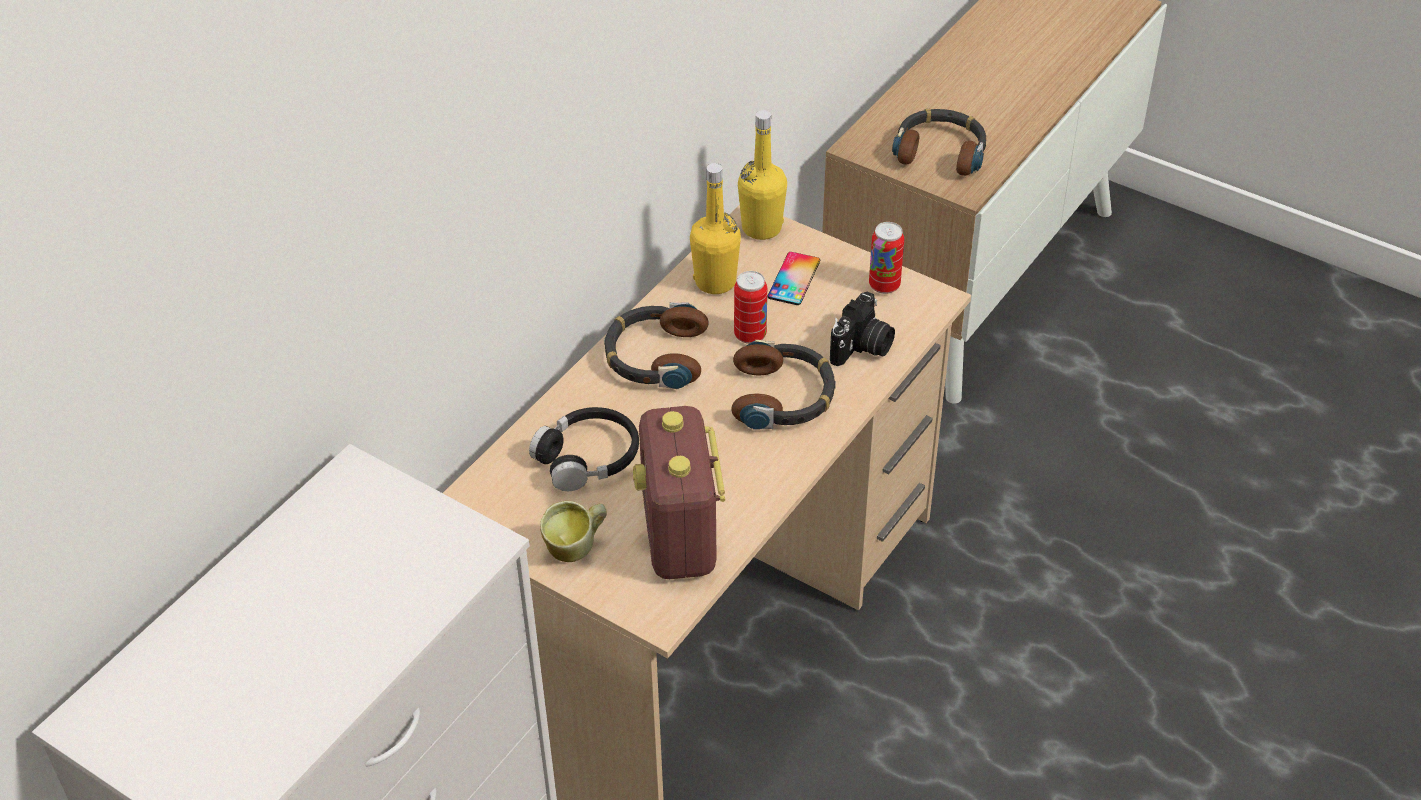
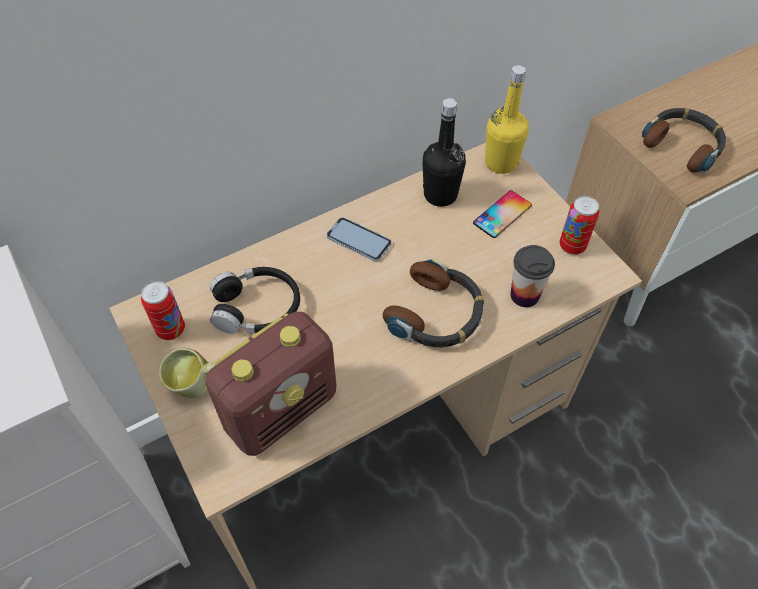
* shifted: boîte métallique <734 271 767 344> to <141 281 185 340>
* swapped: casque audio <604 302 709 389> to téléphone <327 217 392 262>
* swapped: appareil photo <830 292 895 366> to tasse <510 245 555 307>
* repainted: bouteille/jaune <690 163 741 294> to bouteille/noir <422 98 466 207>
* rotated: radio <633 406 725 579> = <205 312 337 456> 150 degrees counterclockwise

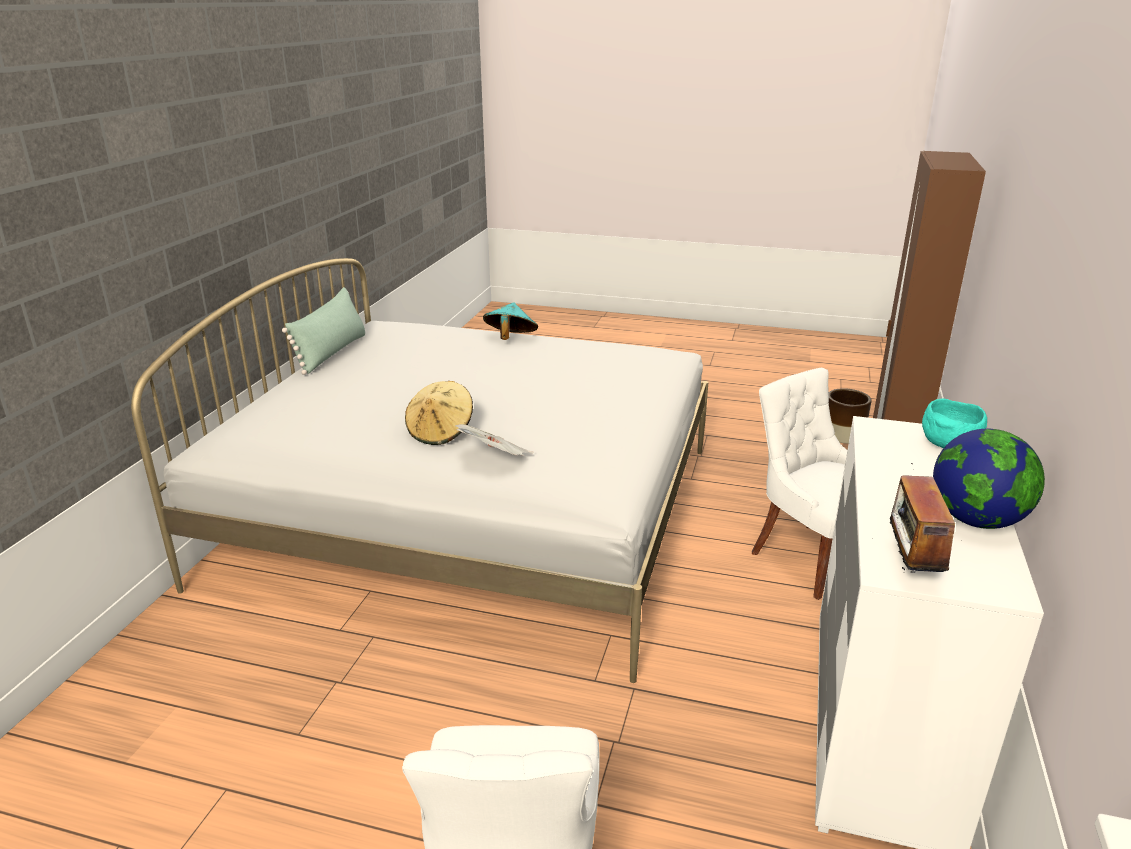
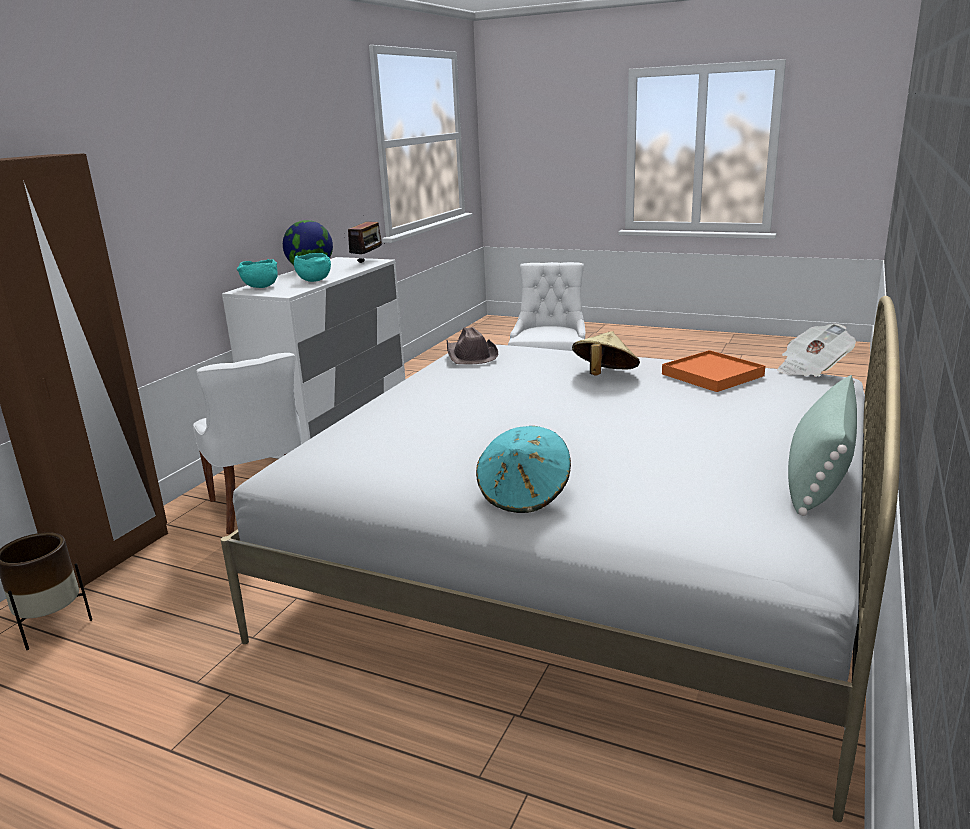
* new: bol/turquoise <294 253 331 282>
* new: chapeau/marron <447 327 498 364>
* new: plateau/orange <662 350 765 392>
* shifted: journal <455 424 534 456> to <777 324 856 376>

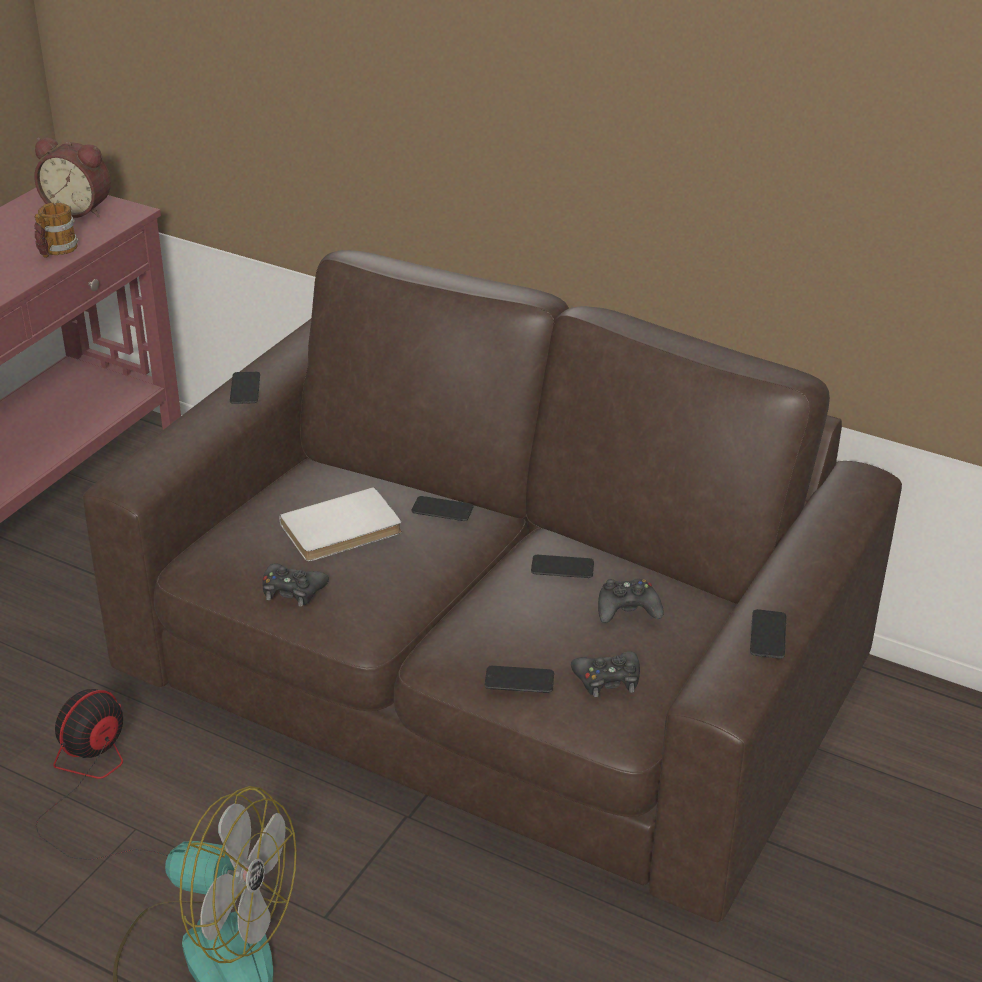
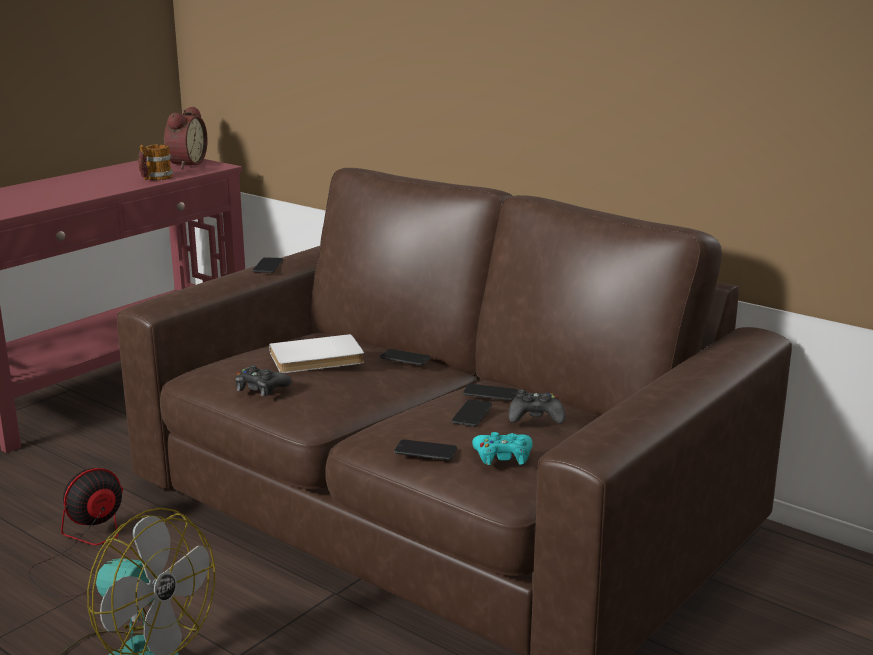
* shifted: téléphone <750 609 786 659> to <451 399 492 426>
* repainted: manette/noir <571 651 640 697> to manette/turquoise <472 432 533 465>
* rotated: réveil <34 138 111 218> = <164 106 208 169> 105 degrees counterclockwise

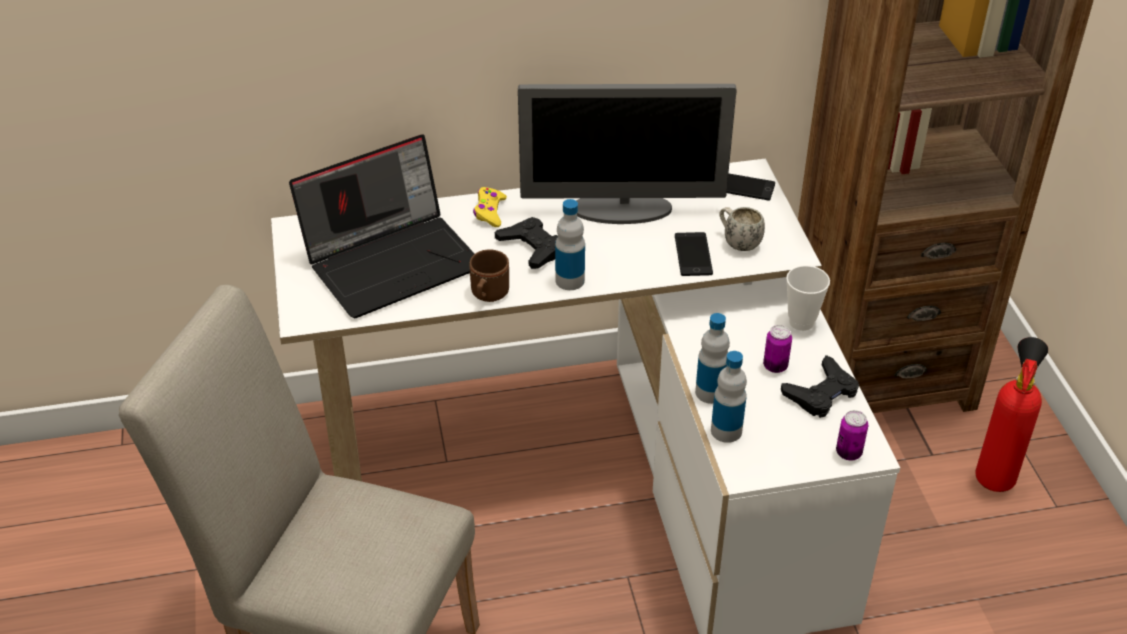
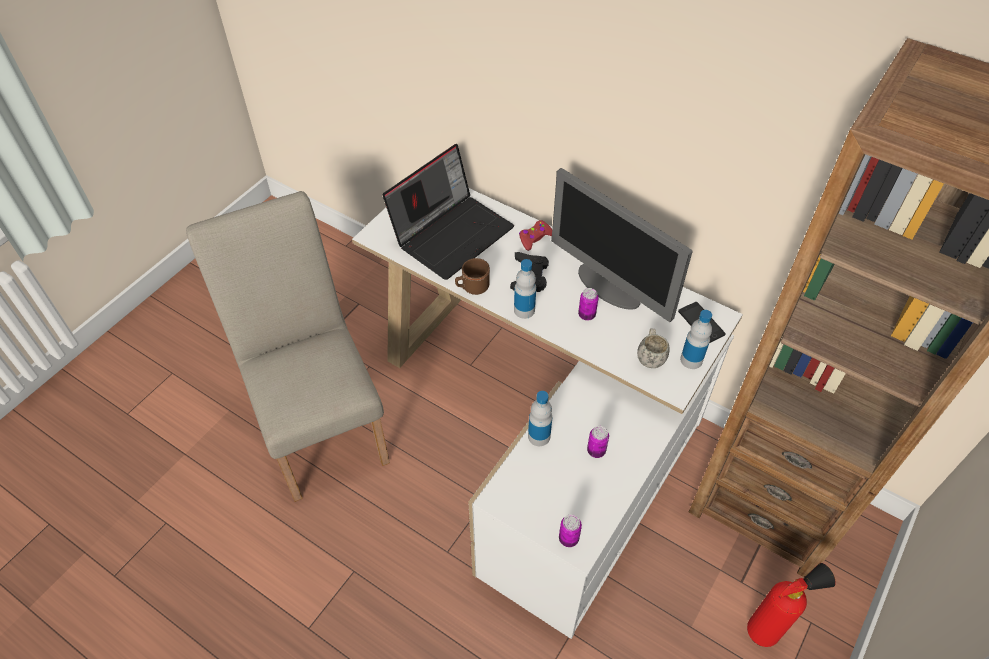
* gone: téléphone <675 232 713 276>
* gone: manette/noir <781 355 859 418>
* gone: tasse <786 265 830 331>
* new: boîte métallique <578 288 599 321>
* shifted: bouteille <711 351 747 443> to <680 310 712 369>
* repainted: manette/jaune <473 187 507 227> to manette/rouge <519 220 552 251>
* rotated: ordinateur portable <289 134 475 318> = <382 144 514 280> 60 degrees counterclockwise

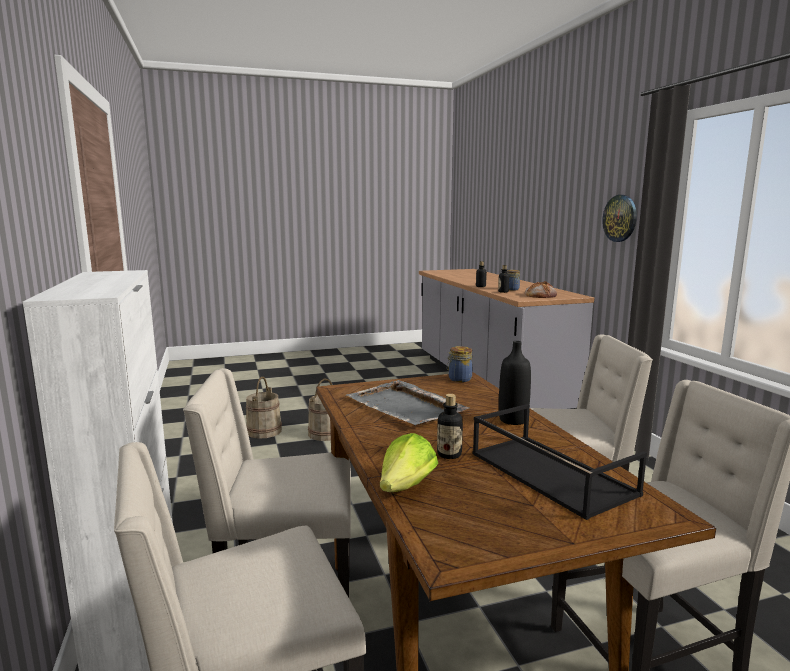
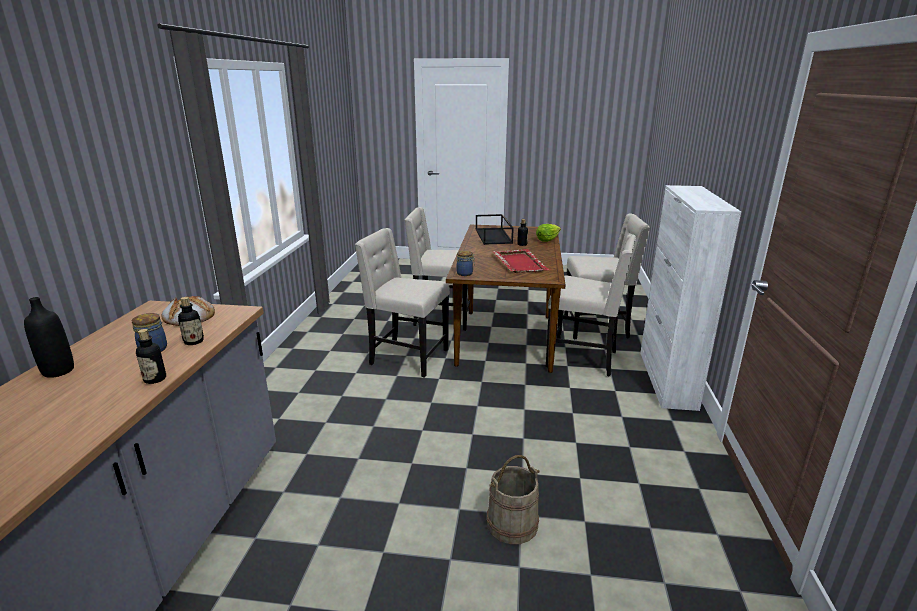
* gone: seau/beige <246 377 282 439>
* gone: horloge murale <602 195 637 242>
* shifted: bouteille/noir <499 341 531 425> to <24 297 74 378>
* repainted: plateau/gris <346 380 469 425> to plateau/rouge <492 249 550 273>

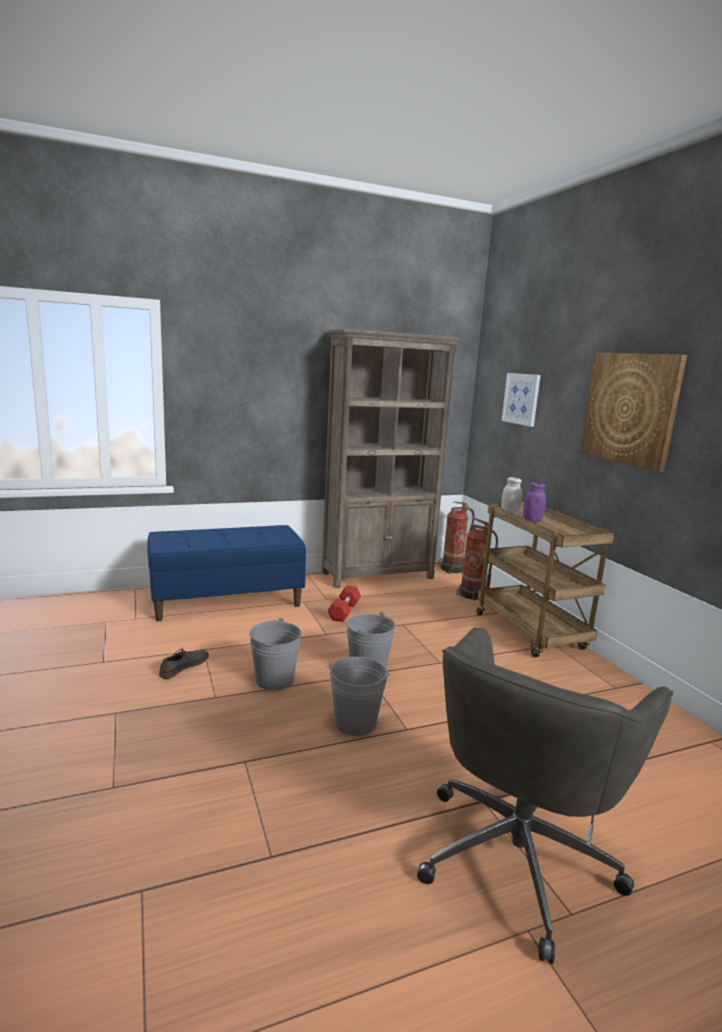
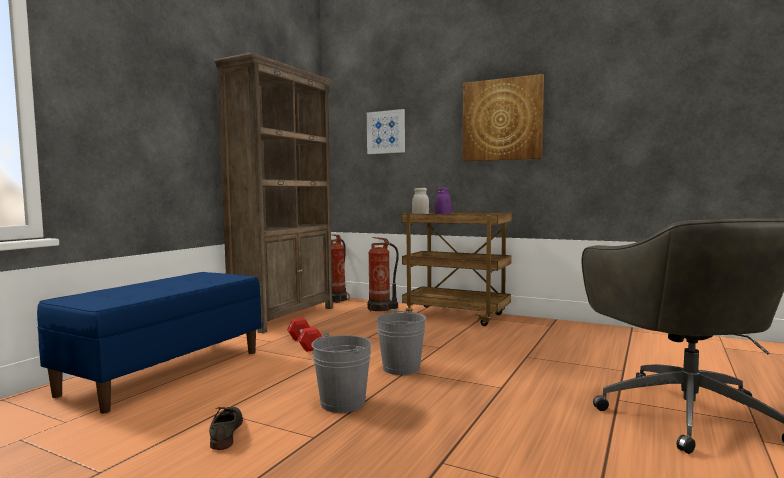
* gone: seau/gris <326 657 391 736>

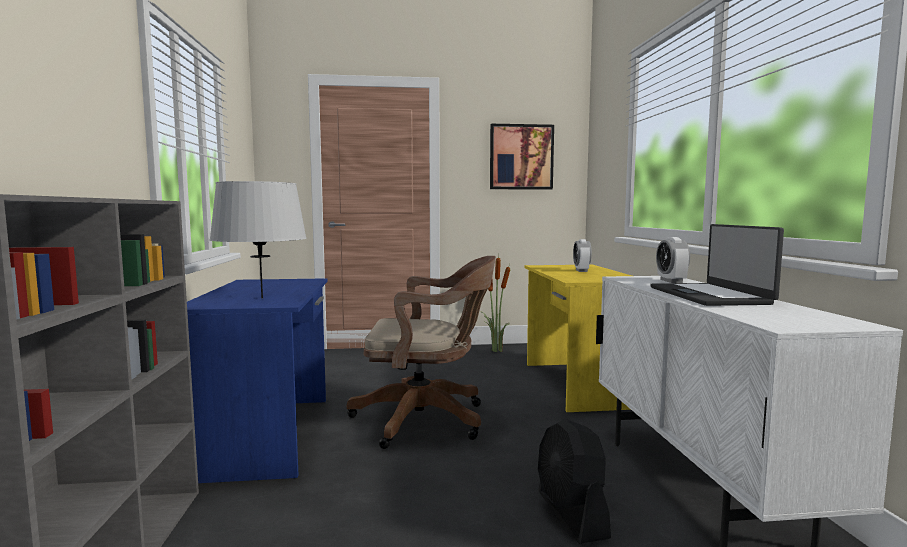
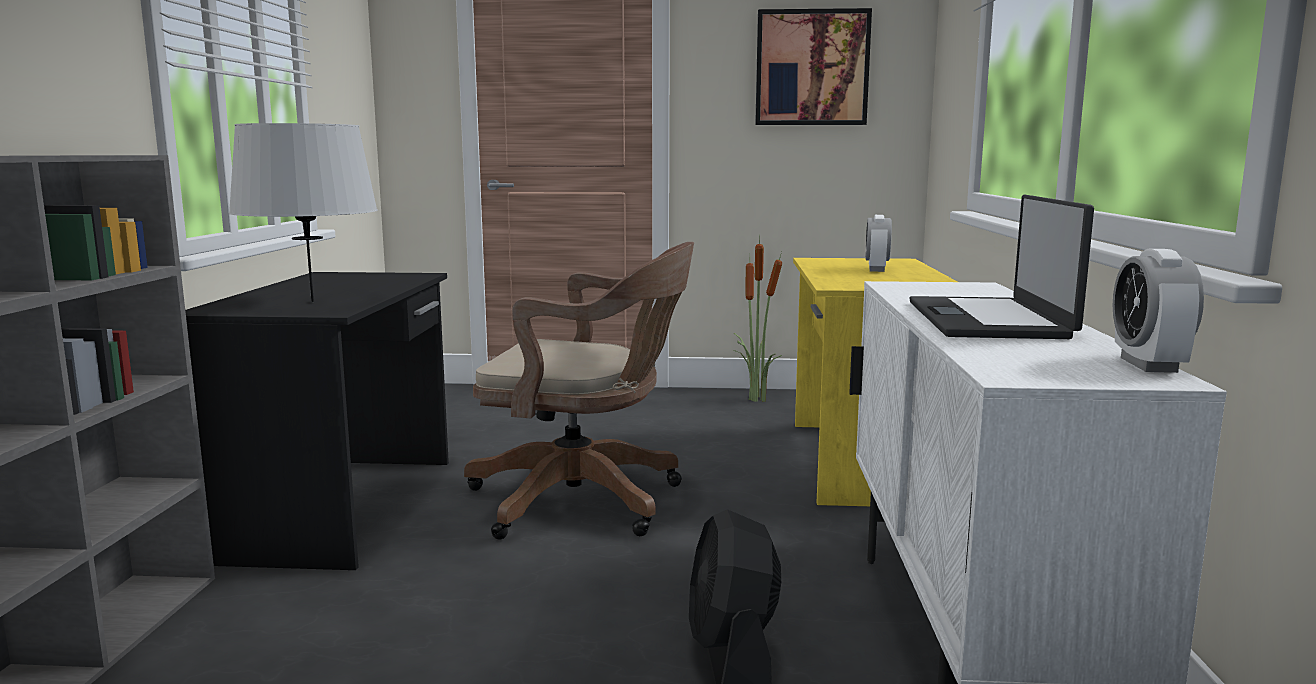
* shifted: réveil <656 237 690 283> to <1113 249 1204 373>
* repainted: bureau/bleu <187 278 328 483> to bureau/noir <185 272 449 570>

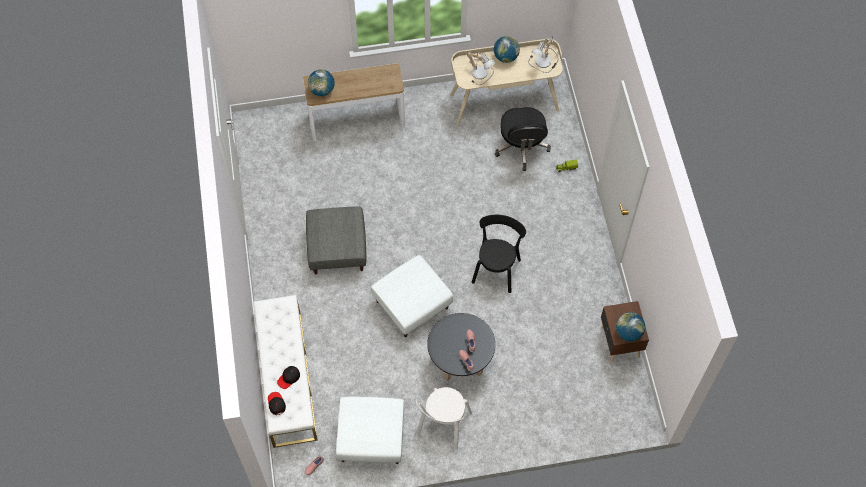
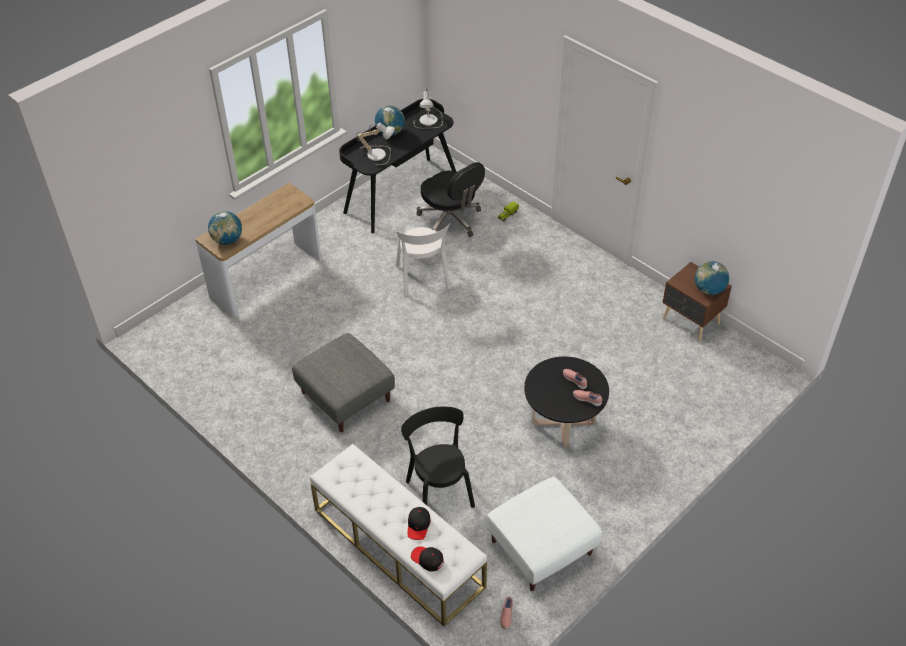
* gone: pouf/blanc <371 255 453 337>
* shifted: chaise/blanc <416 387 472 449> to <396 222 451 297>
* shifted: chaise/noir <472 215 526 293> to <401 407 475 508>
* repainted: bureau/beige <450 39 563 126> to bureau/noir <339 99 456 233>

